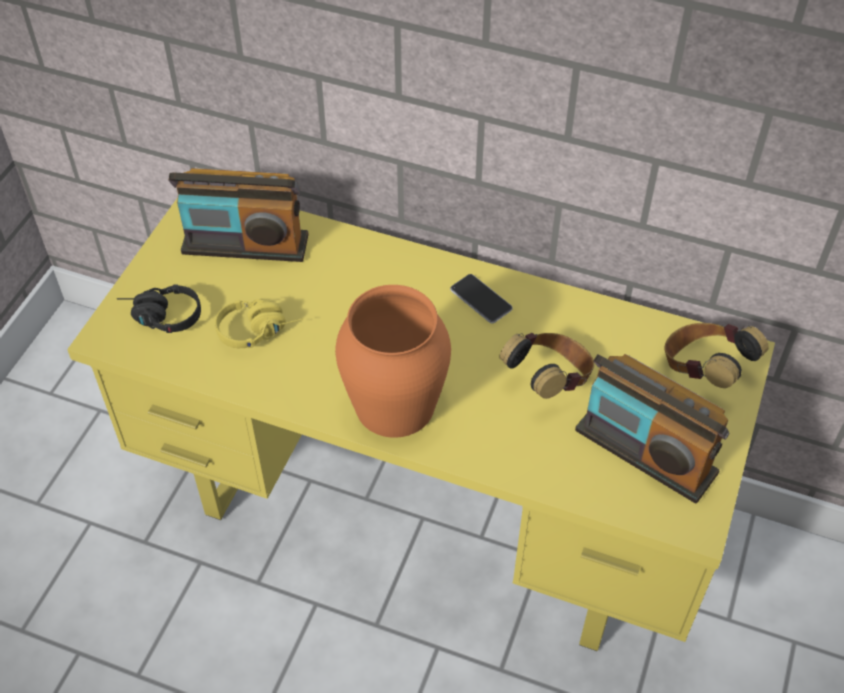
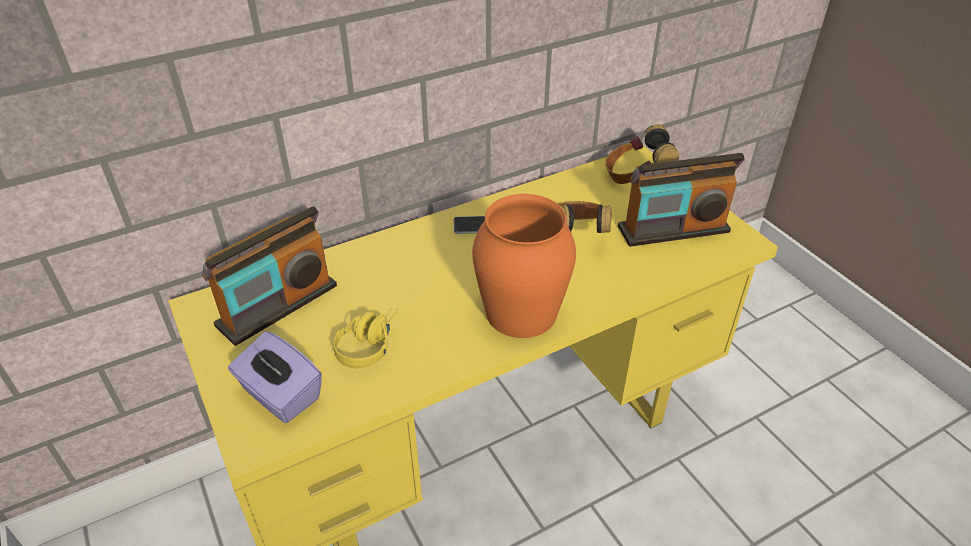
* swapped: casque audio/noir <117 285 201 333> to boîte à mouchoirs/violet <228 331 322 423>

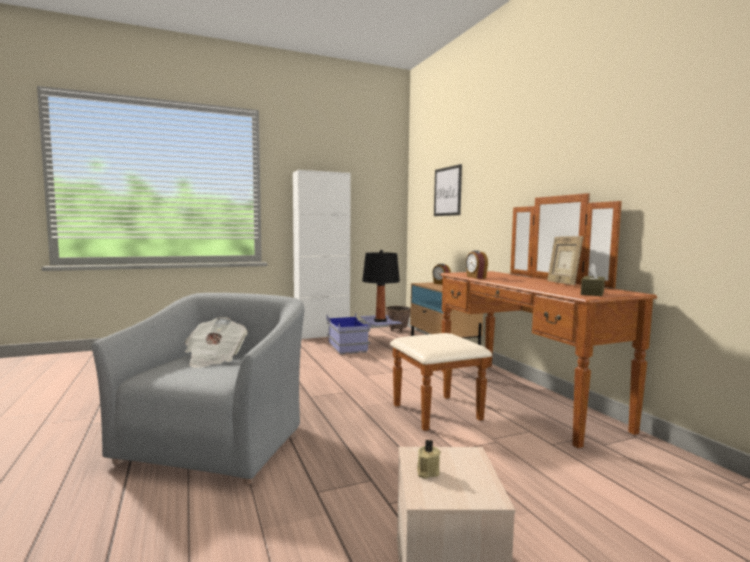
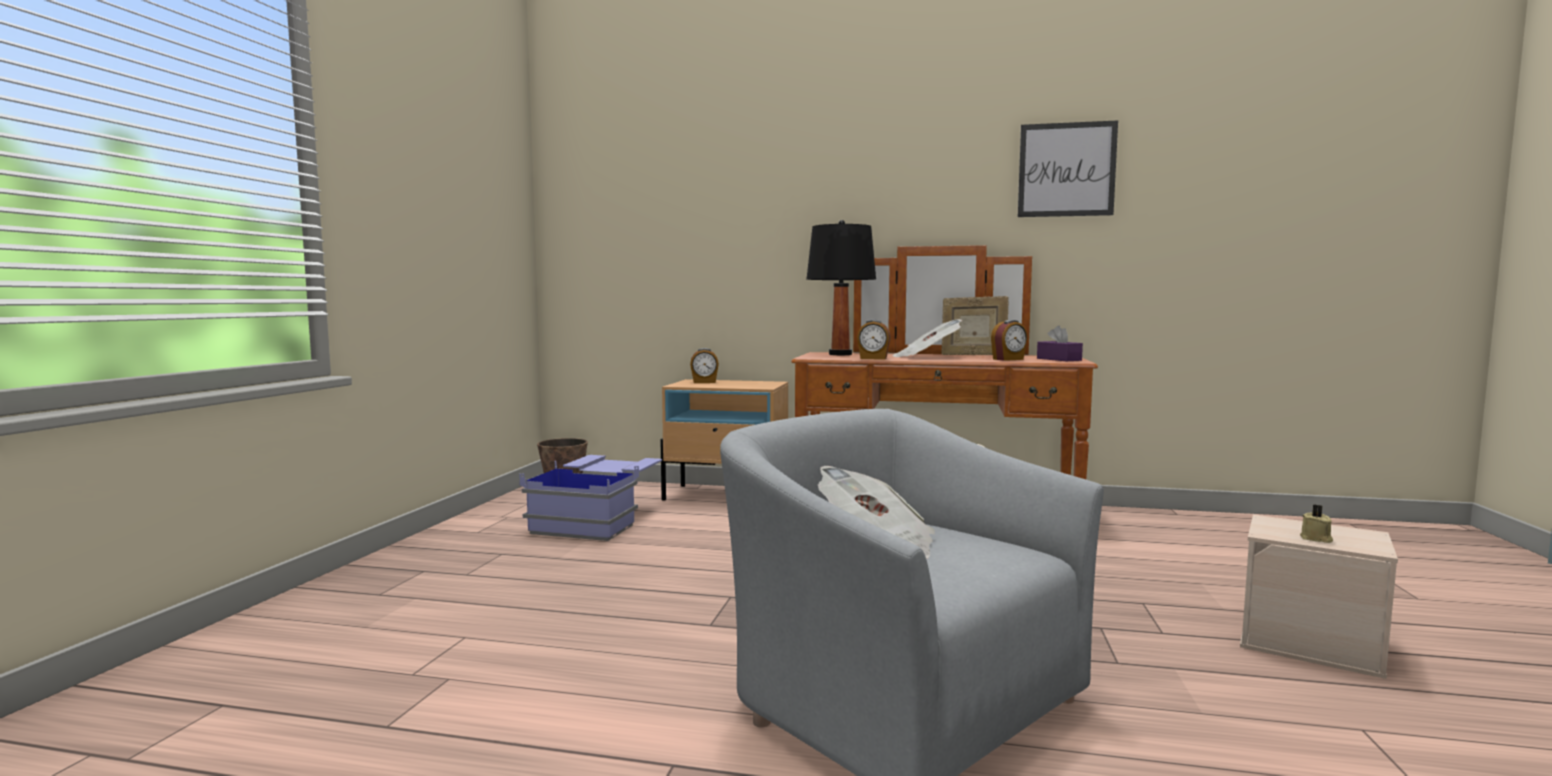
* gone: meuble de rangement/blanc <293 170 351 339>
* new: journal <893 319 963 357>
* new: réveil <991 320 1027 361>
* shifted: lampe de table/noir <362 250 400 322> to <807 220 876 355>
* shifted: tableau <434 164 462 216> to <1018 120 1118 217>
* repainted: boîte à mouchoirs/marron <581 263 605 296> to boîte à mouchoirs/violet <1037 326 1083 361>

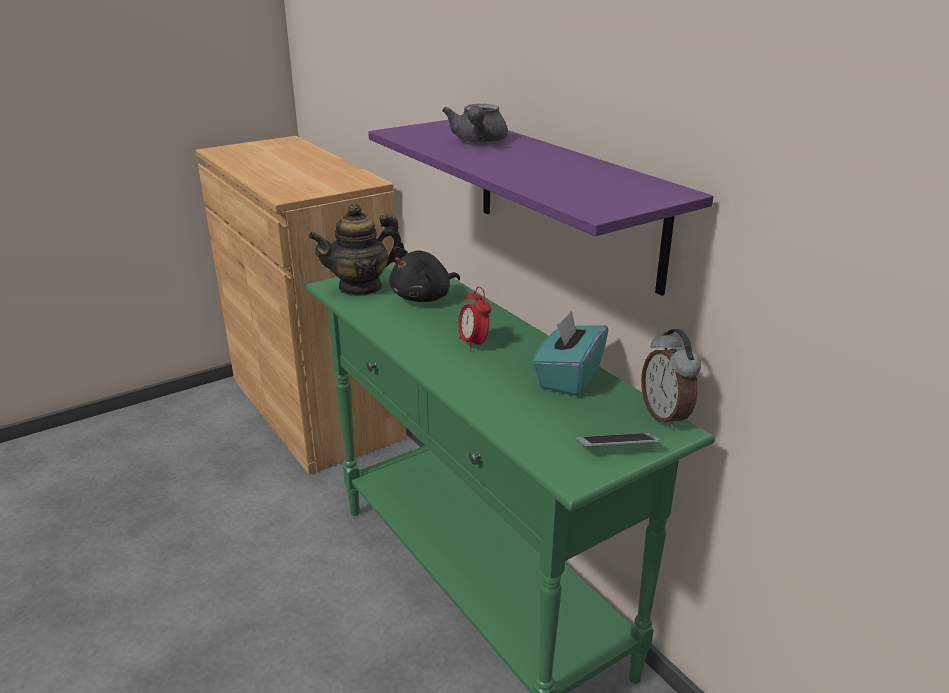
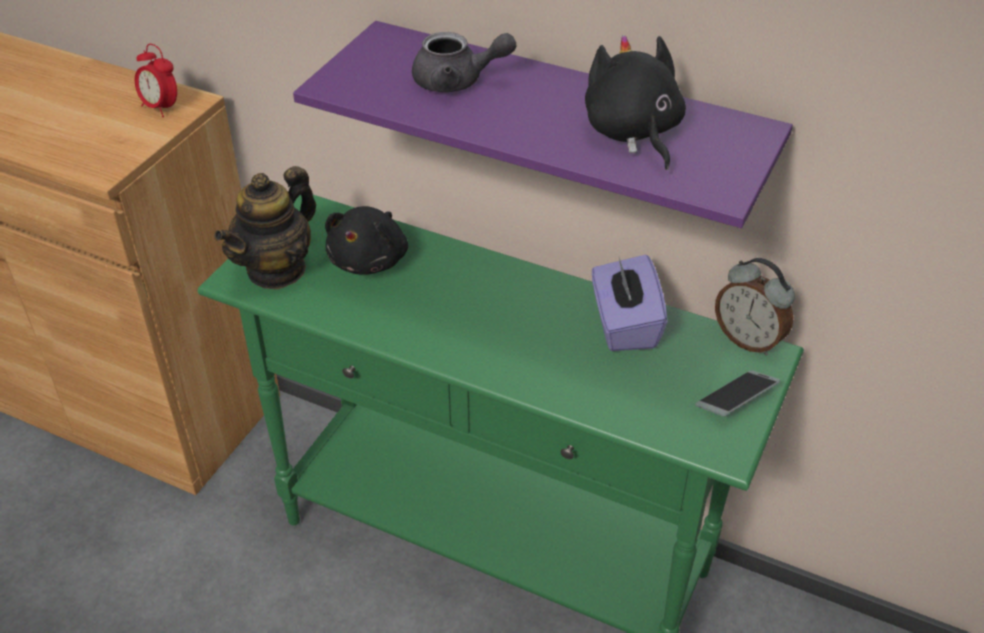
* new: peluche/noir <585 35 686 170>
* shifted: réveil <459 286 491 352> to <135 44 177 117>
* repainted: boîte à mouchoirs/turquoise <532 310 608 396> to boîte à mouchoirs/violet <592 255 668 351>
* rotated: théière/gris <442 104 508 143> = <412 32 516 92> 60 degrees counterclockwise

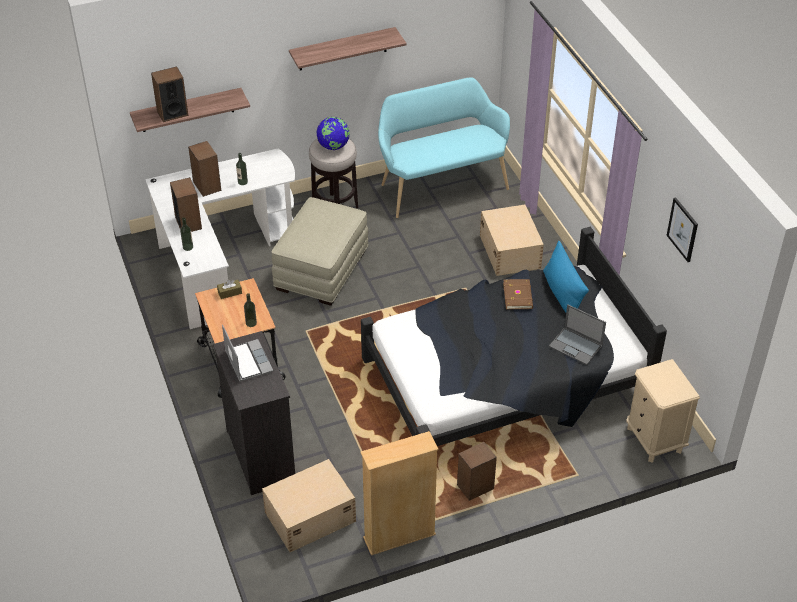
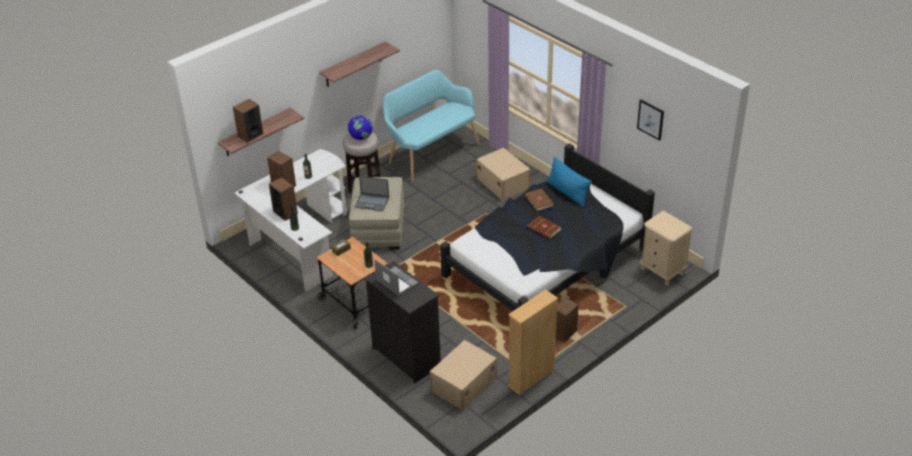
* new: livre/marron <527 216 561 239>
* shifted: ordinateur portable <549 305 606 365> to <354 176 389 211>

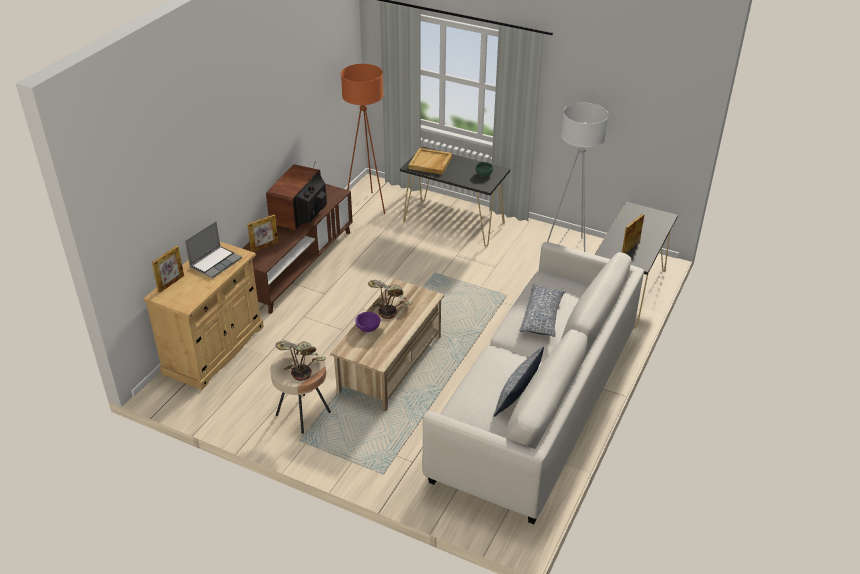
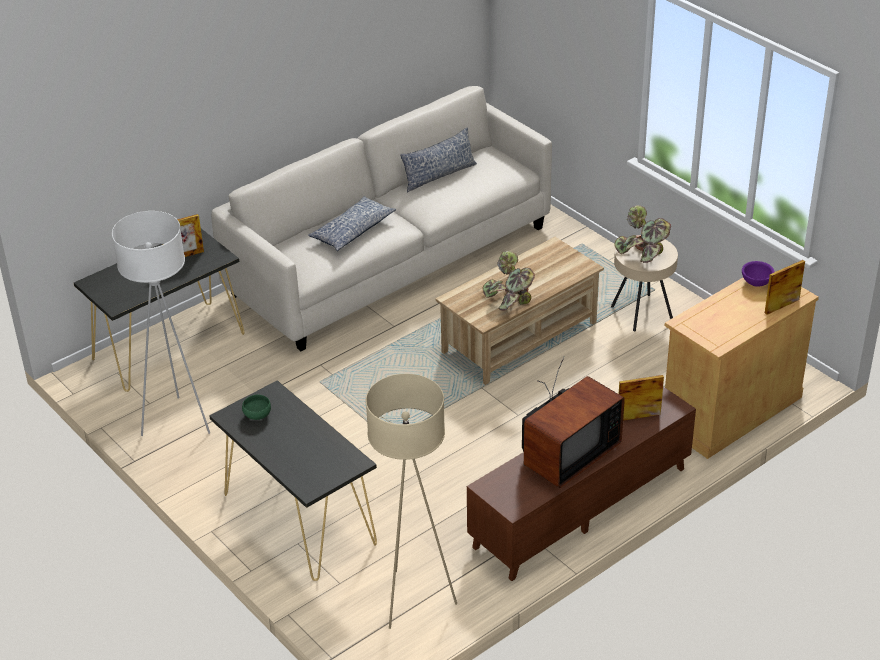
* gone: ordinateur portable <185 221 242 278>
* gone: plateau/beige <409 148 452 175>
* shifted: bol/violet <355 312 380 332> to <742 261 775 287>
* repainted: lampadaire/orange <341 64 385 214> to lampadaire/beige <365 374 457 629>

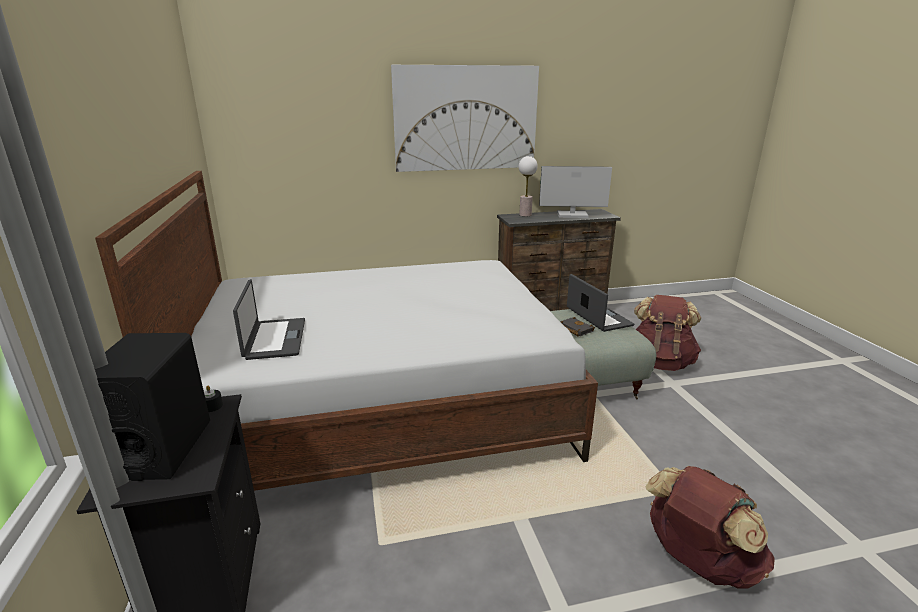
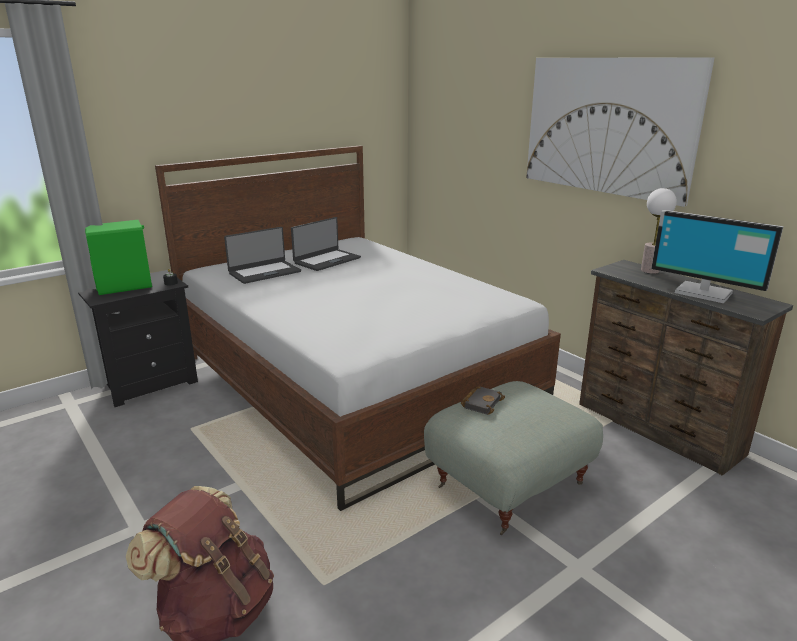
* gone: sac à dos/marron <634 295 701 371>
* shifted: ordinateur portable <567 274 634 332> to <291 217 361 271>
* repainted: enceinte/noir <95 333 210 481> to enceinte/vert <85 220 152 295>
* rotated: écran d'ordinateur <539 166 612 218> = <651 210 784 303> 150 degrees clockwise

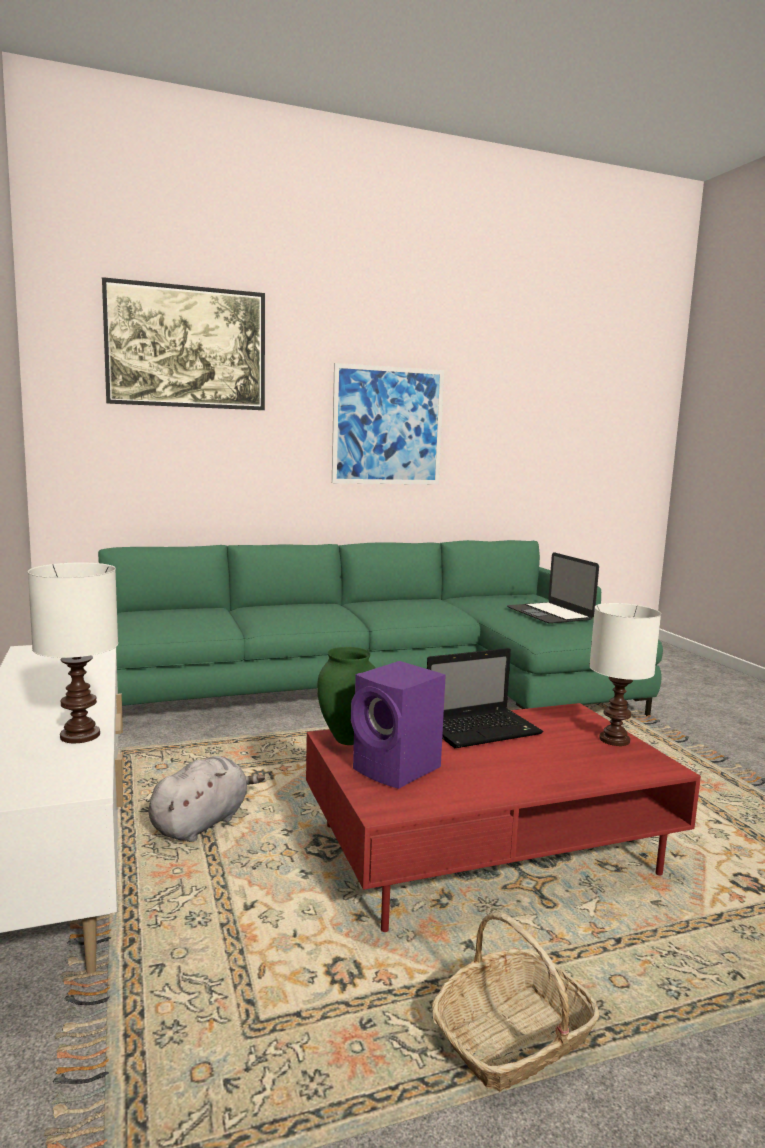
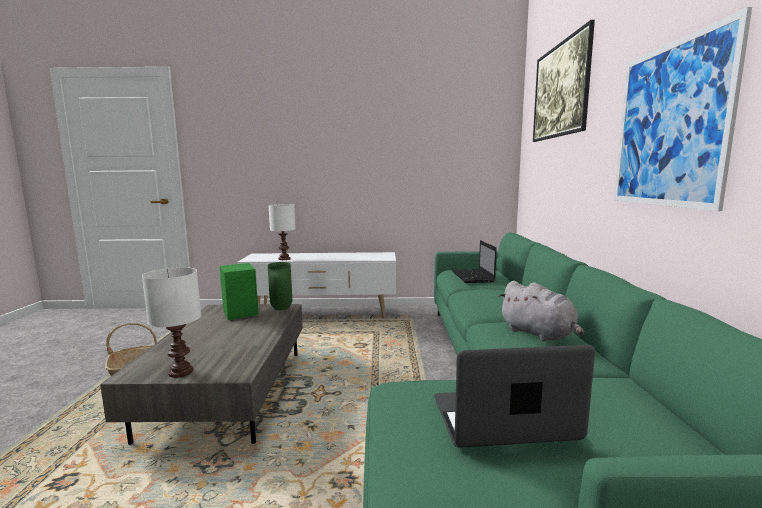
* shifted: peluche/gris <148 756 265 842> to <498 281 584 342>
* shifted: ordinateur portable <427 648 543 748> to <452 240 497 283>
* repainted: table basse/rouge <306 703 701 932> to table basse/gris <100 304 303 445>
* repainted: enceinte/violet <351 661 446 789> to enceinte/vert <220 263 259 320>

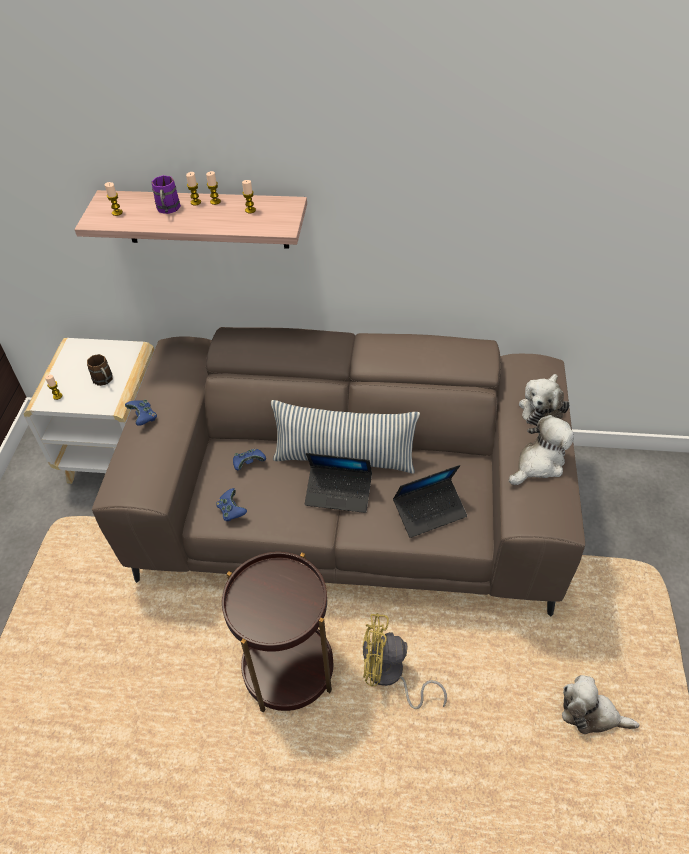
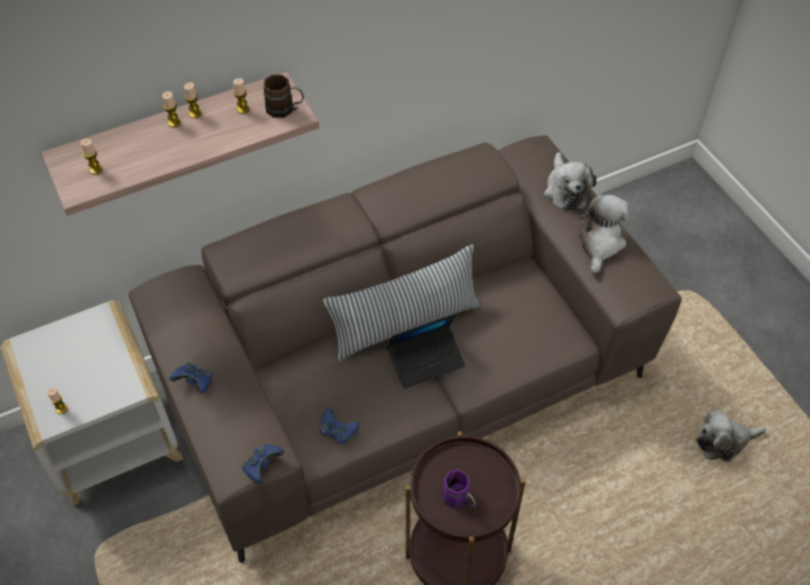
* gone: ventilateur/jaune <363 613 447 709>
* gone: ordinateur portable <393 465 467 538>
* shifted: mug/marron <87 354 113 386> to <264 75 304 118>
* shifted: mug/violet <151 175 181 214> to <442 470 476 509>
* shifted: manette/bleu <233 449 266 470> to <242 444 284 483>

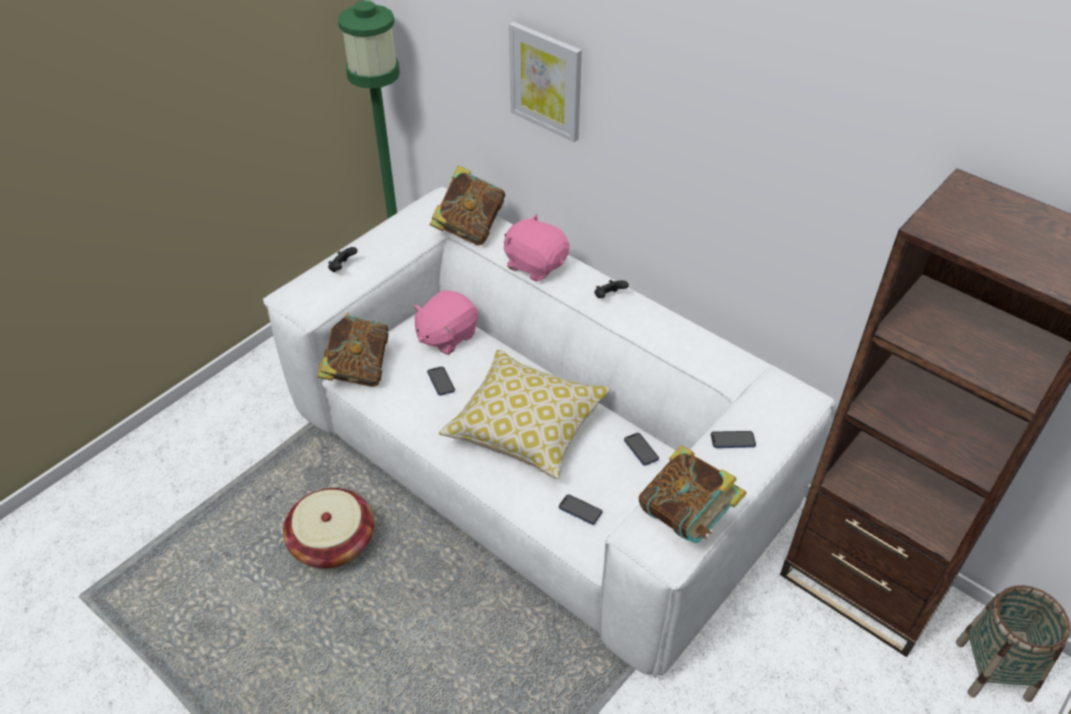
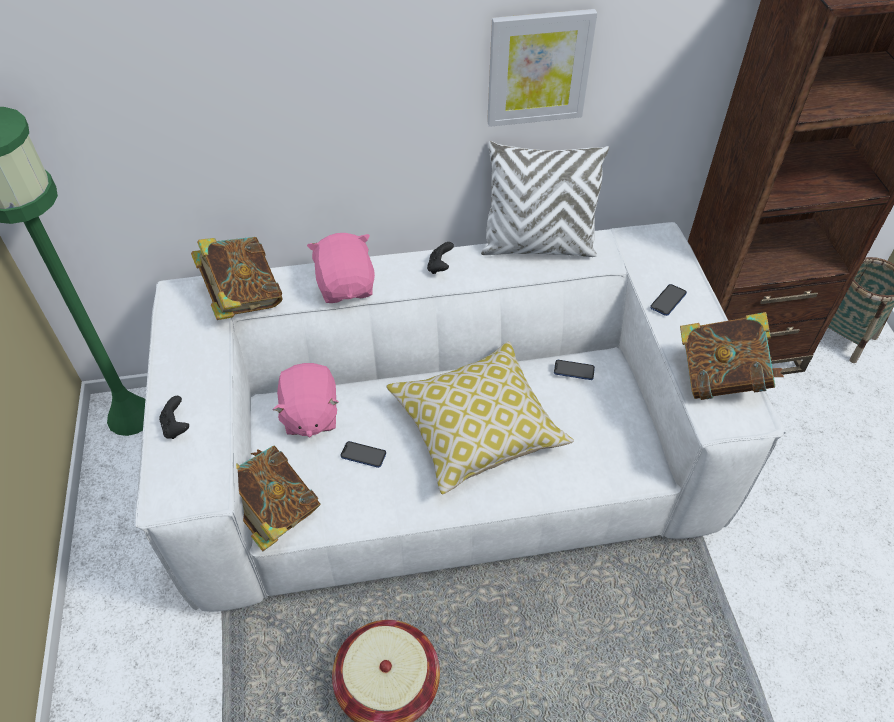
* gone: téléphone <559 494 602 525>
* new: coussin/blanc <481 141 609 257>
* shifted: tableau <509 22 582 142> to <487 9 597 127>
* rotated: peluche/rose <504 214 569 282> = <307 233 375 303> 90 degrees clockwise

